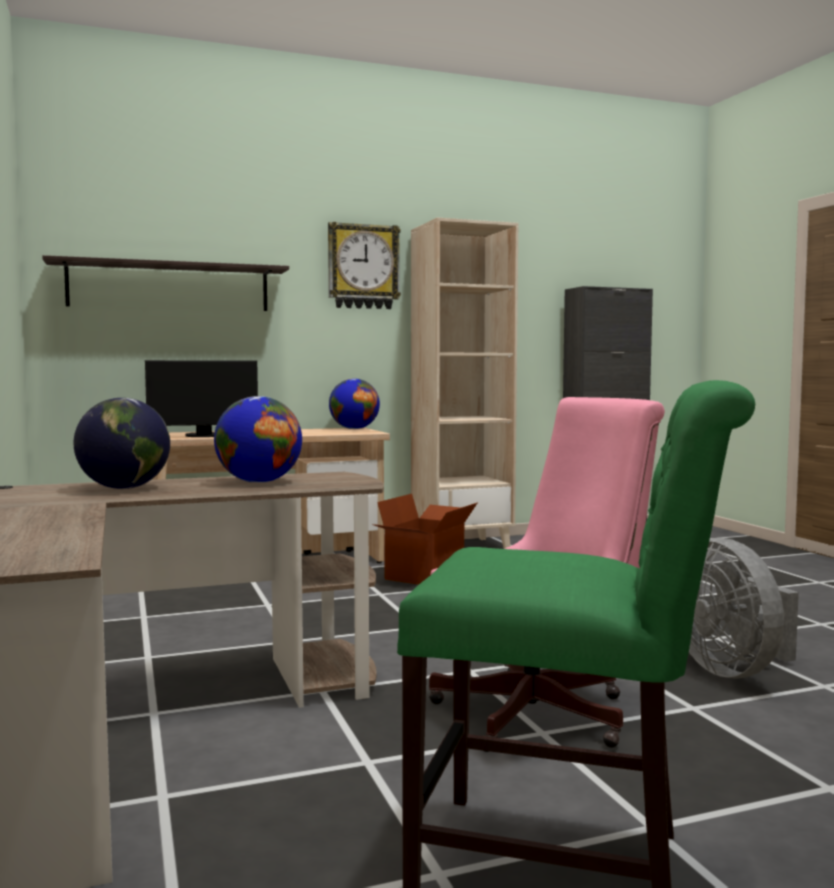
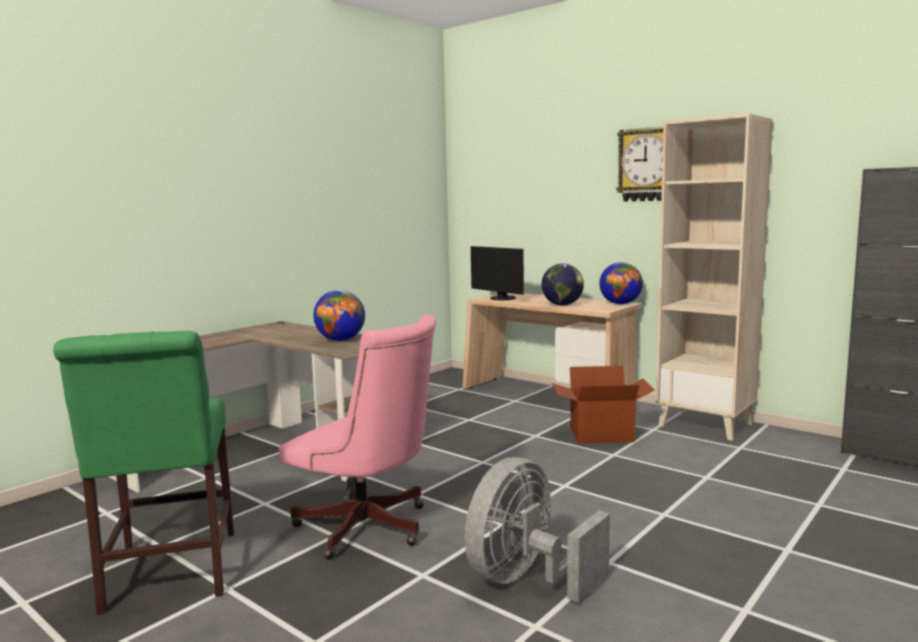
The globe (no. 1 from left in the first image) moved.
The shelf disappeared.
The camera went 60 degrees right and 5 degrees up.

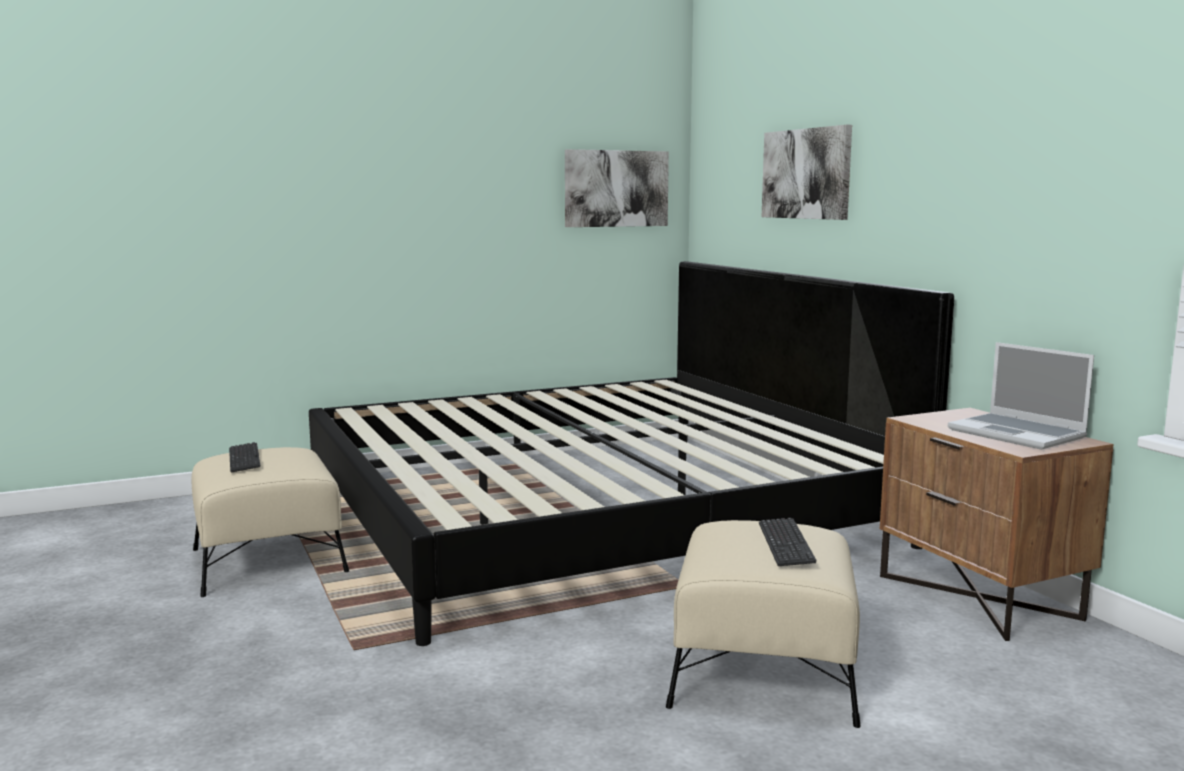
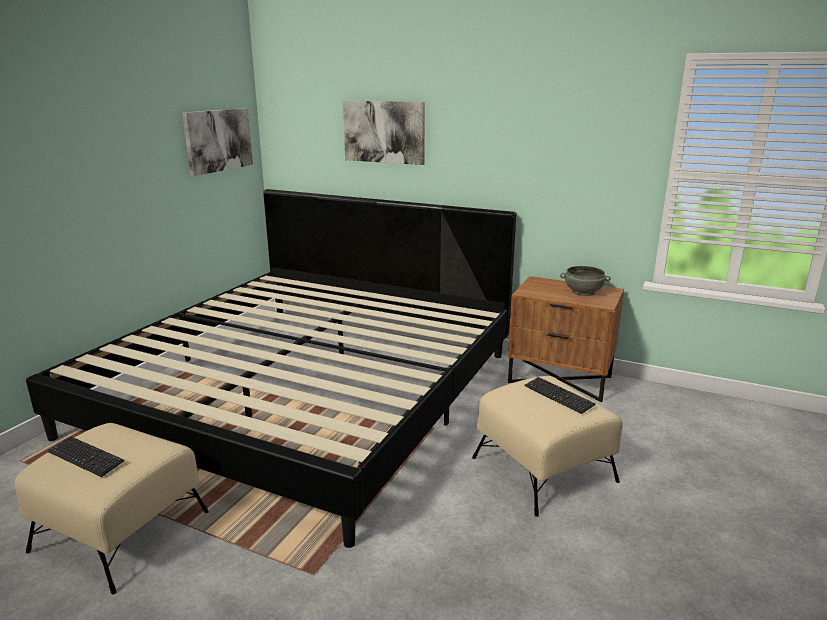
The laptop was replaced by the grey bowl.
The camera went 40 degrees left and 10 degrees up.

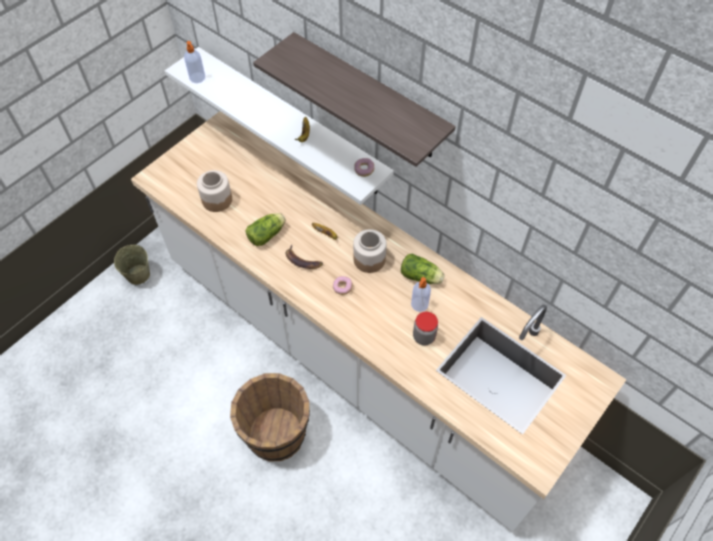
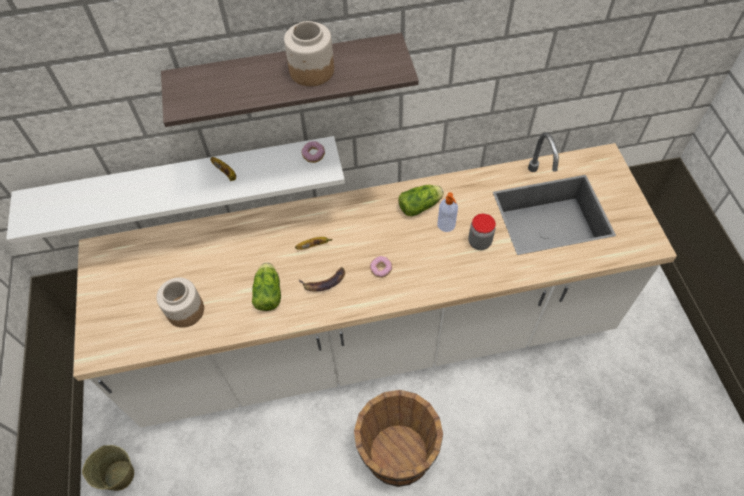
The jar (no. 2 from left) moved.
The soap dispenser (no. 1 from left) disappeared.
The camera went 50 degrees left and 0 degrees up.

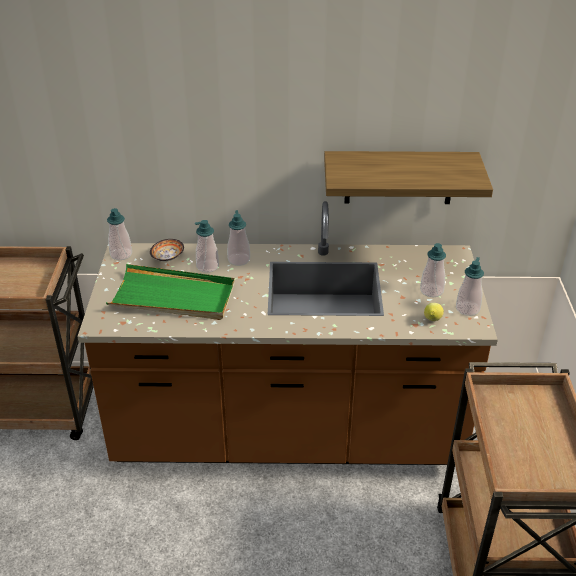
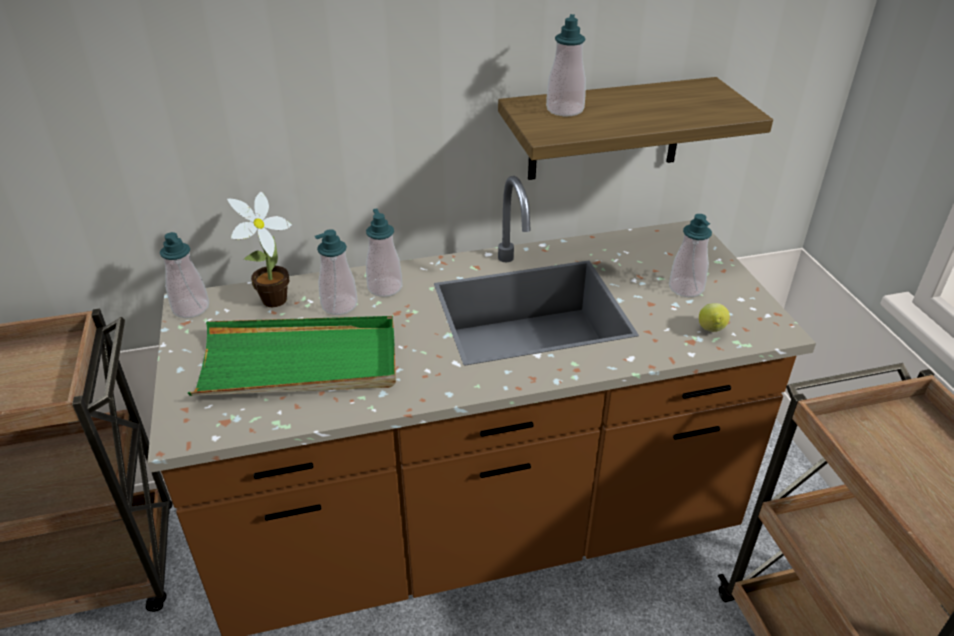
The bowl was replaced by the potted plant.
The soap dispenser (no. 5 from left in the first image) moved.
The camera went 15 degrees left and 0 degrees up.

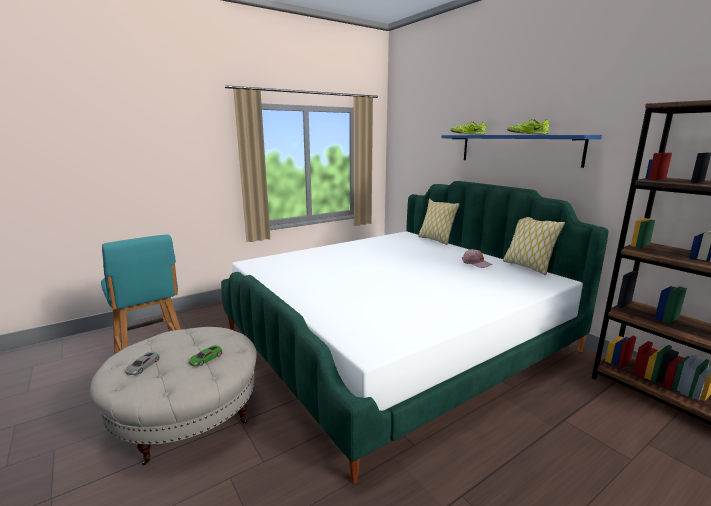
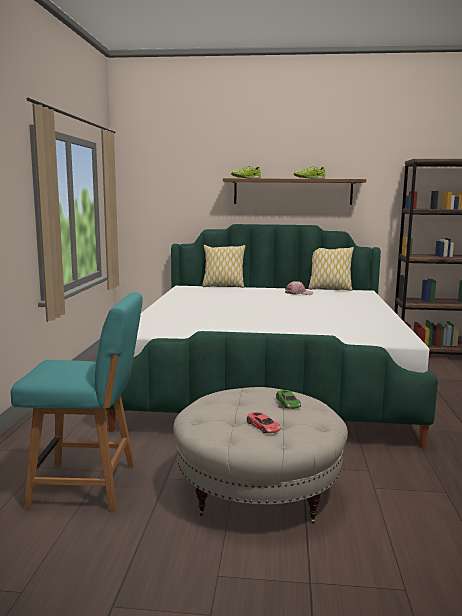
The blue shelf became the brown shelf.
The grey toy car became the red toy car.
The camera went 50 degrees left and 5 degrees down.

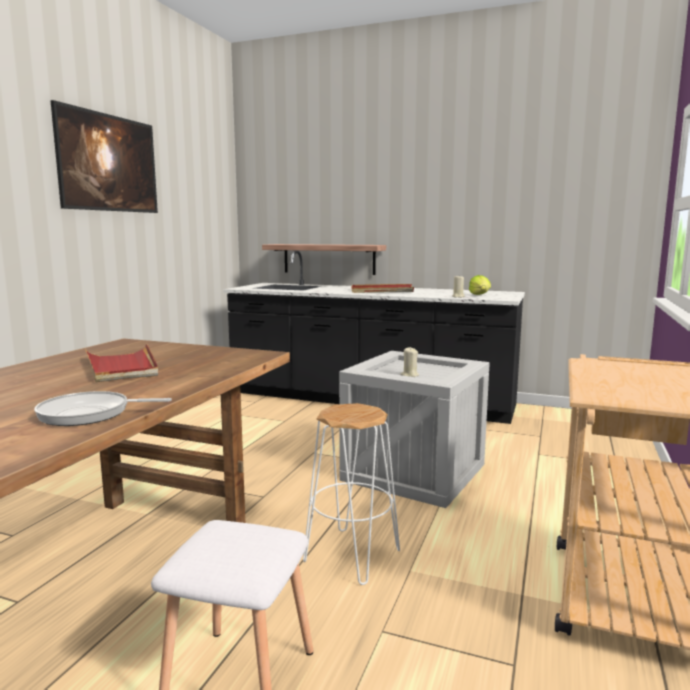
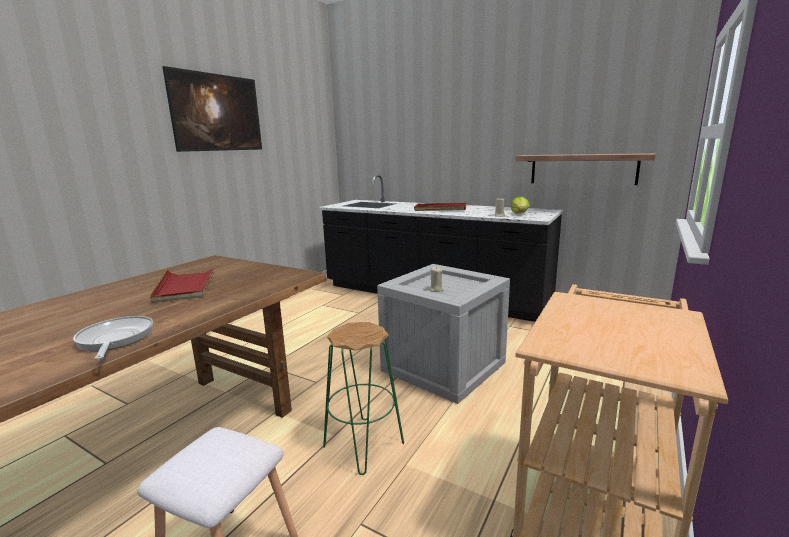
The frying pan turned 60 degrees clockwise.
The white stool (no. 2 from left) became the green stool.
The shelf moved.
The camera went 10 degrees right and 5 degrees up.

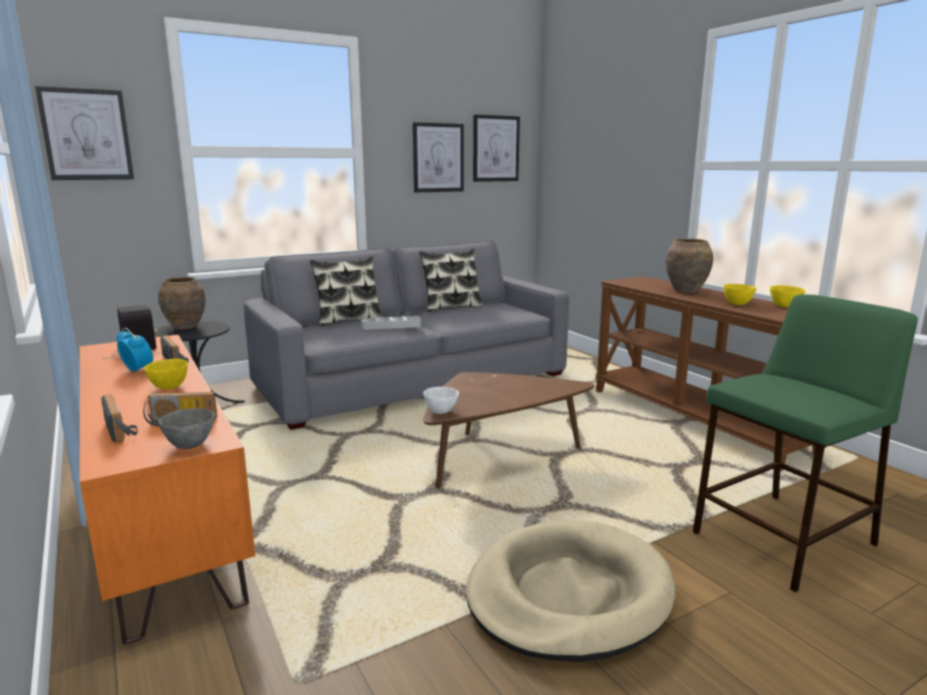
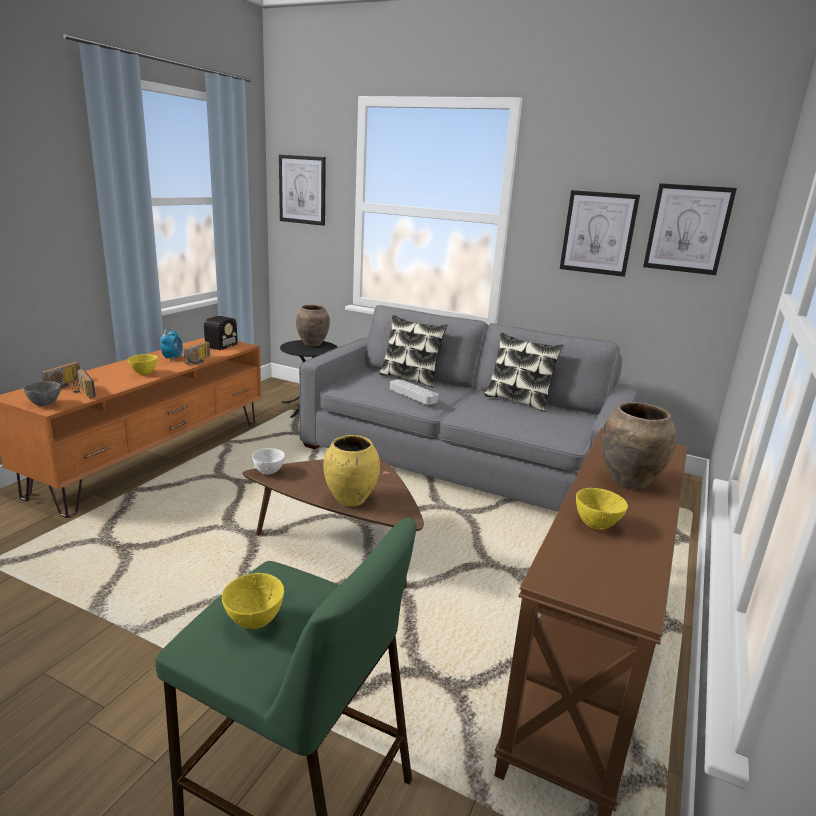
The yellow bowl (no. 3 from left in the first image) moved.
The yellow vase appeared.
The beige dog bed disappeared.
The camera went 55 degrees right and 5 degrees up.

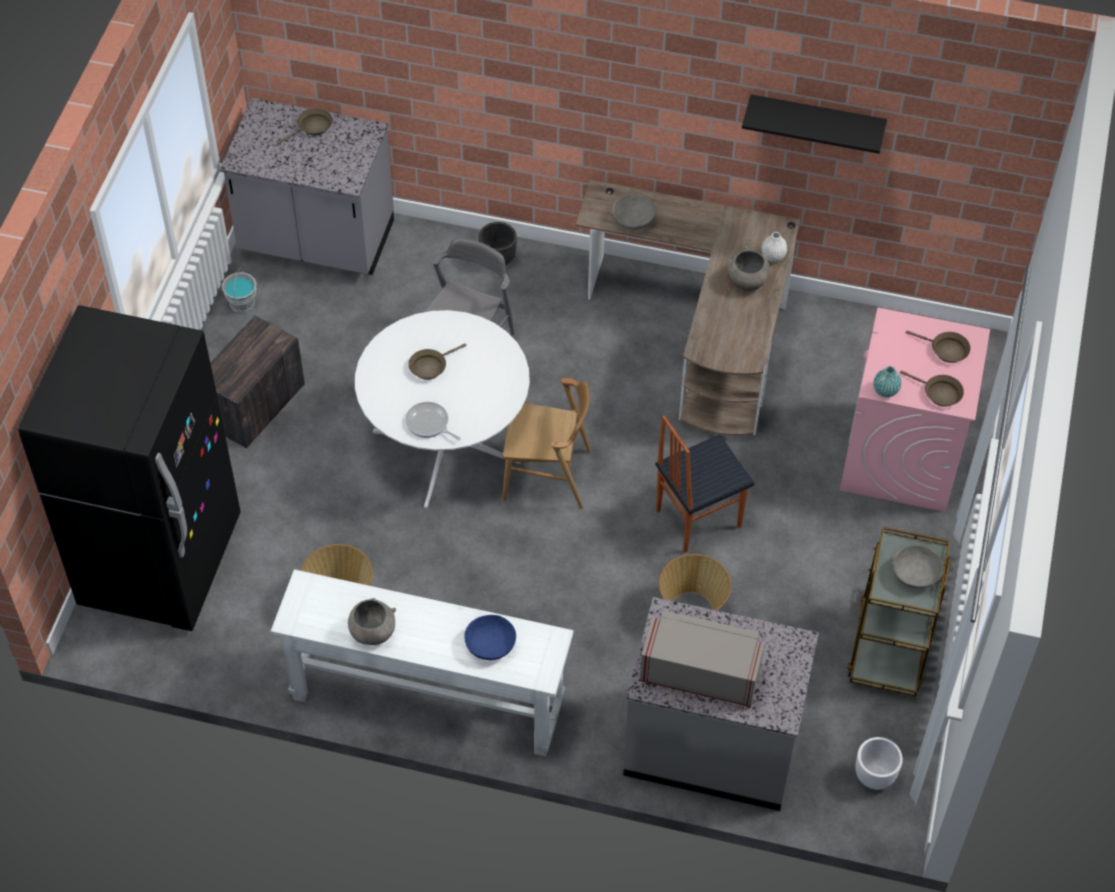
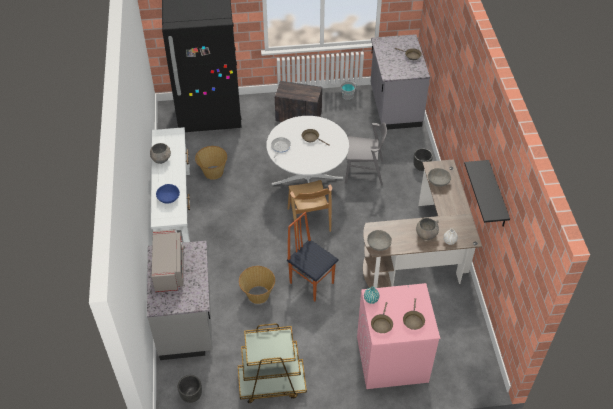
The white planter became the black planter (no. 1 from left).
The grey bowl (no. 4 from left in the first image) moved.
The camera went 70 degrees right and 5 degrees down.

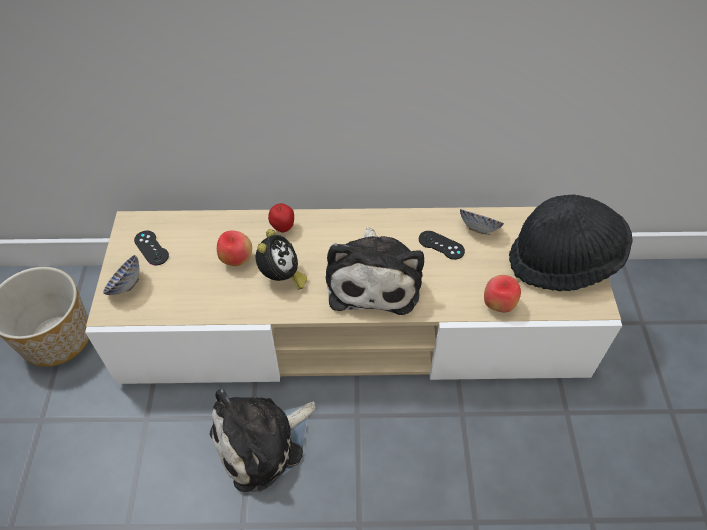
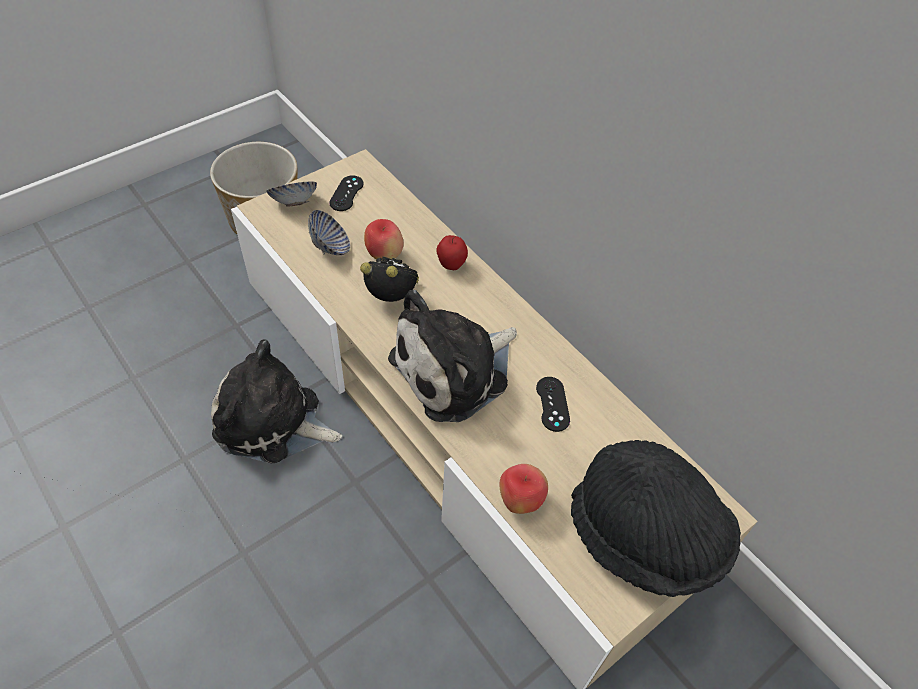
The bowl (no. 2 from left) moved.
The alarm clock turned 135 degrees counterclockwise.
The camera went 50 degrees right and 0 degrees up.

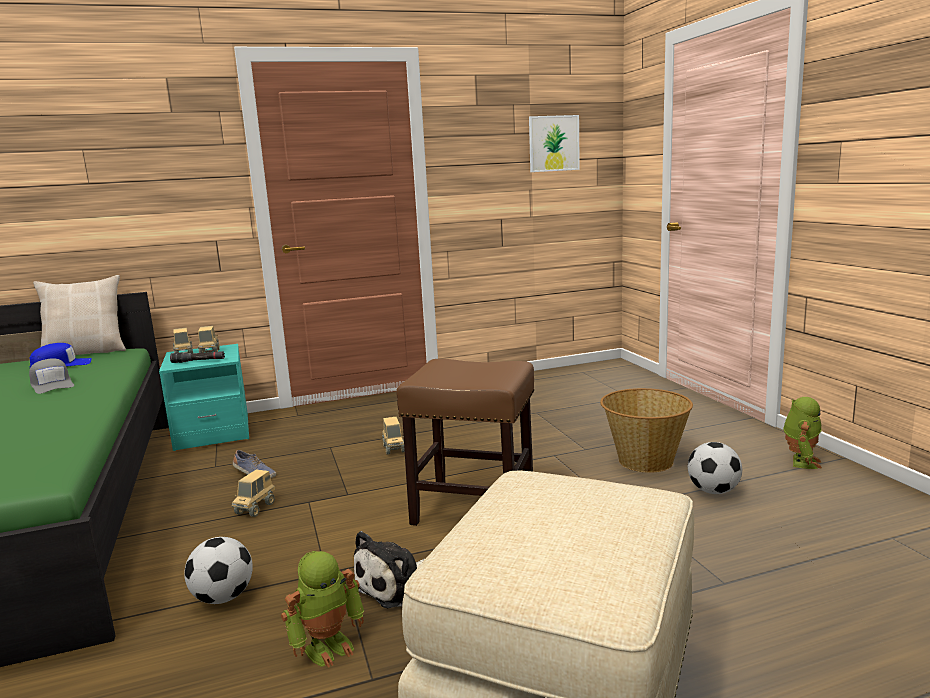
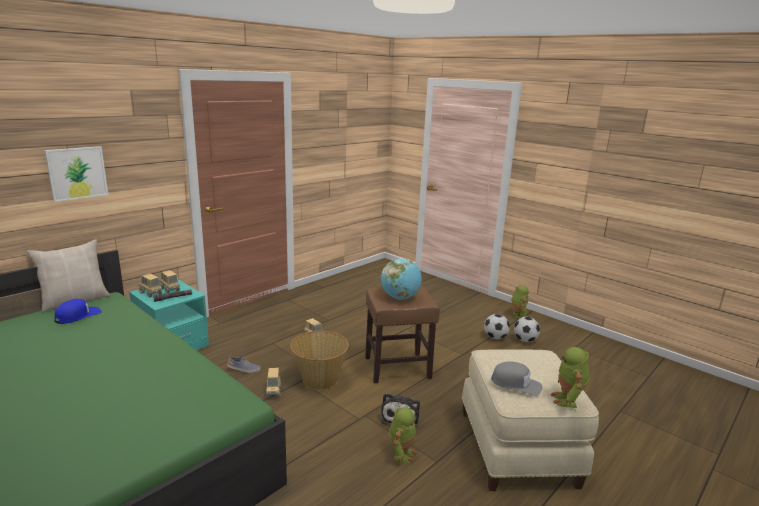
The picture moved.
The basket moved.
The globe appeared.
The grey cap moved.
The football (no. 1 from left in the first image) moved.
The toy robot (no. 3 from left) appeared.
The camera went 30 degrees left and 5 degrees up.

